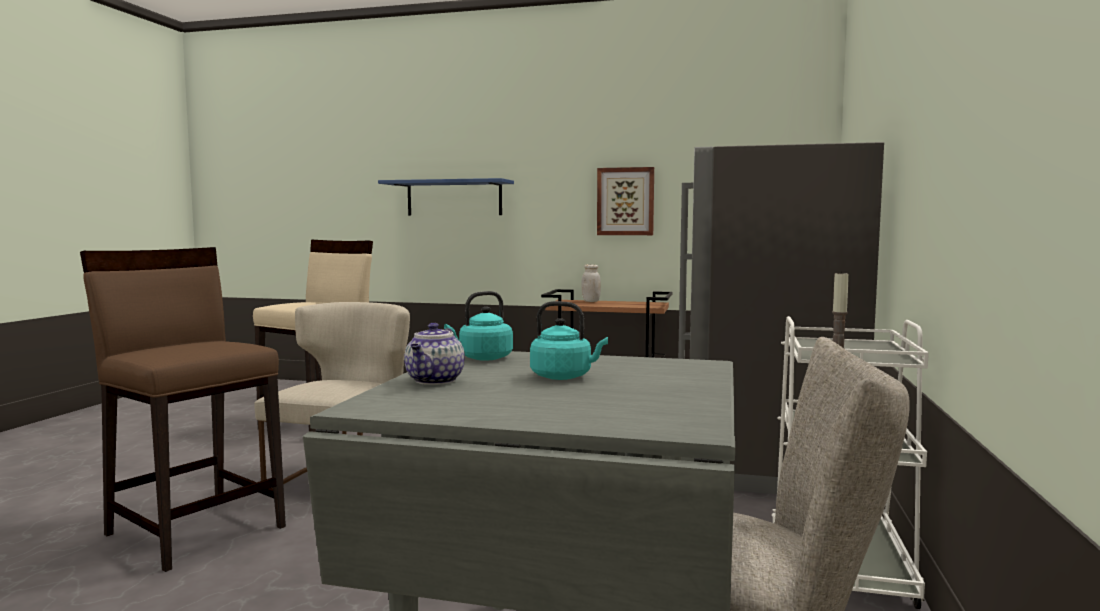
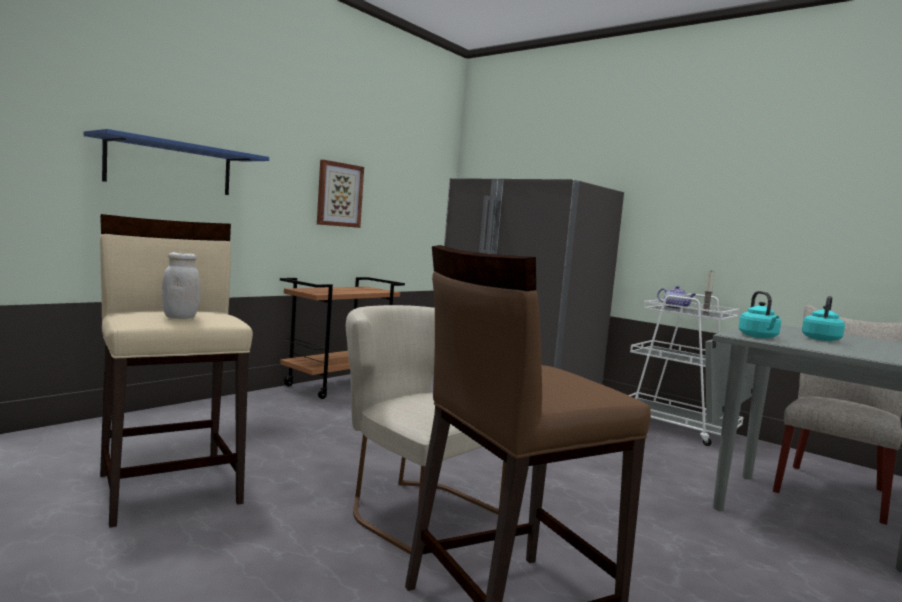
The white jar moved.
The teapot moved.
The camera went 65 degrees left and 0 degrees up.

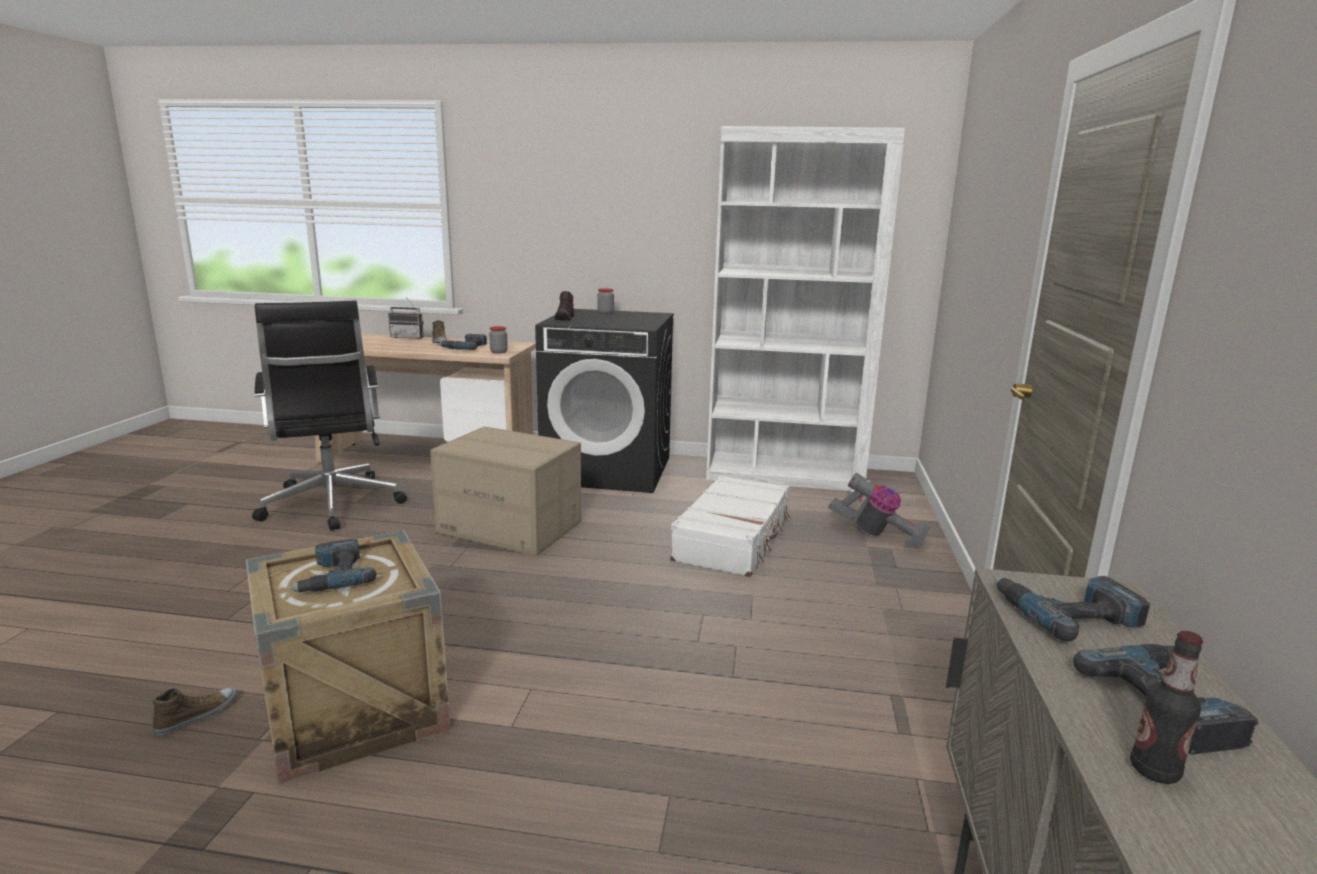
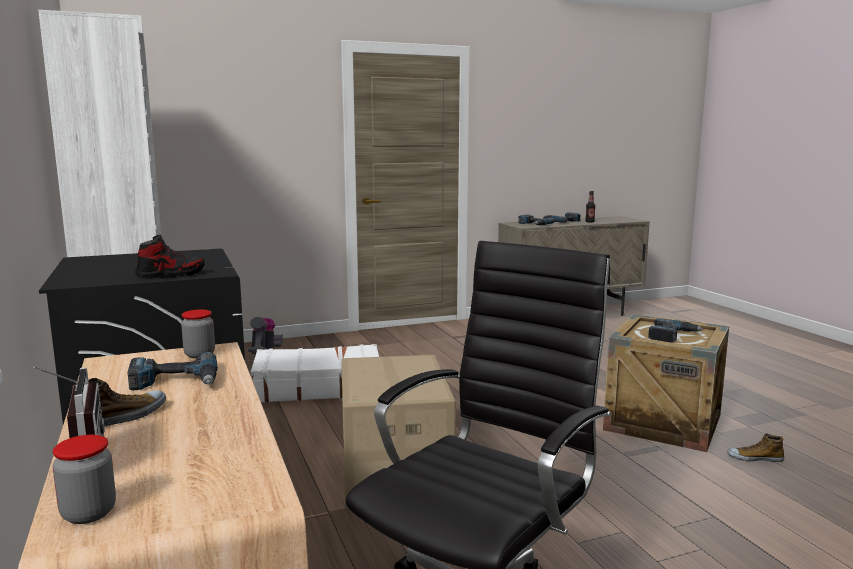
The jar (no. 2 from left in the first image) moved.
The camera went 120 degrees left and 5 degrees down.

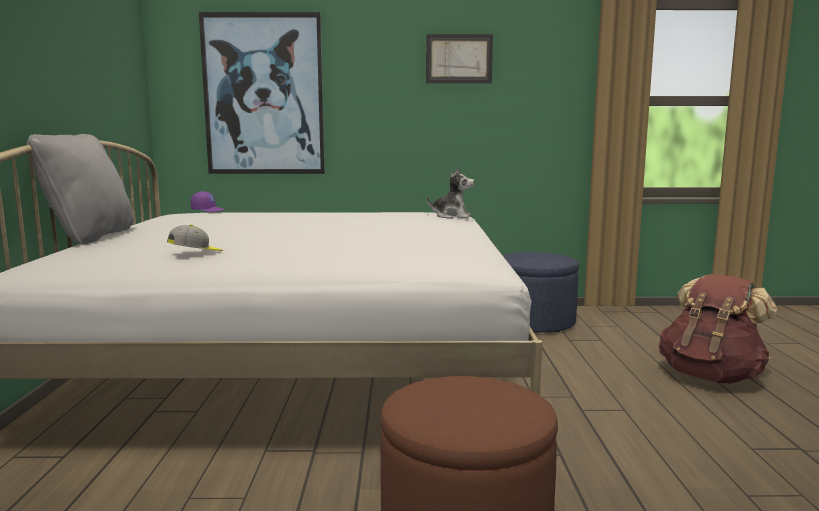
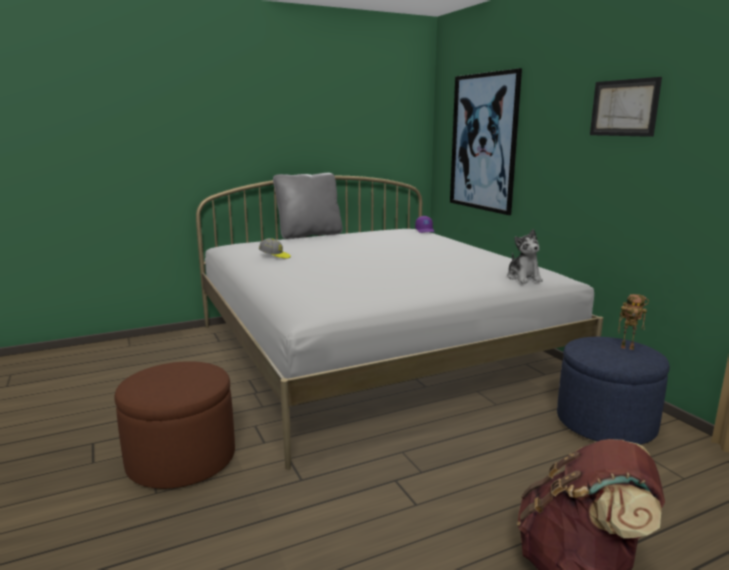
The toy robot appeared.
The camera went 65 degrees right and 5 degrees up.

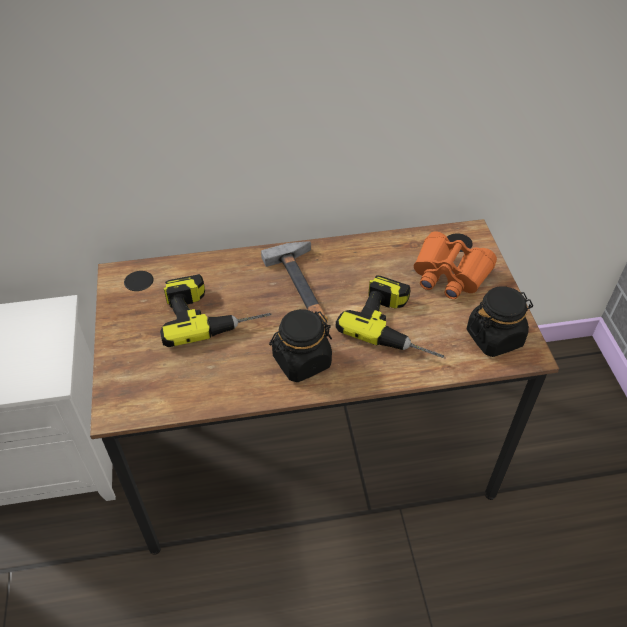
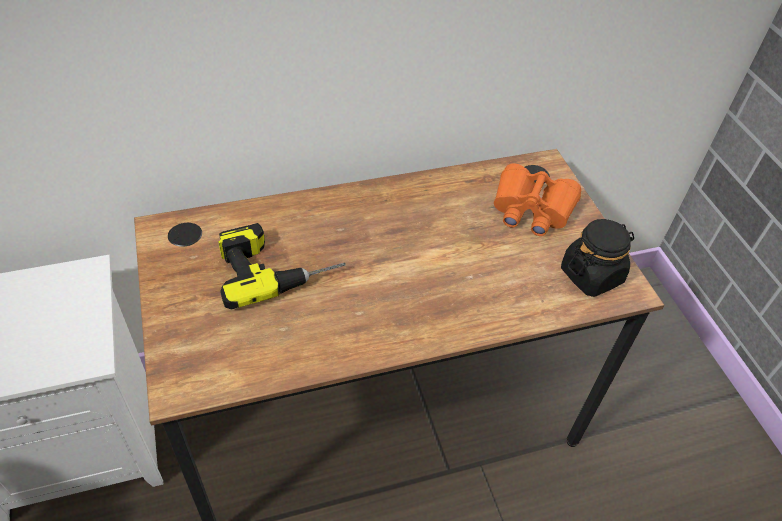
The hammer disappeared.
The black jar (no. 1 from left) disappeared.
The power drill (no. 2 from left) disappeared.
The camera went 10 degrees left and 0 degrees up.

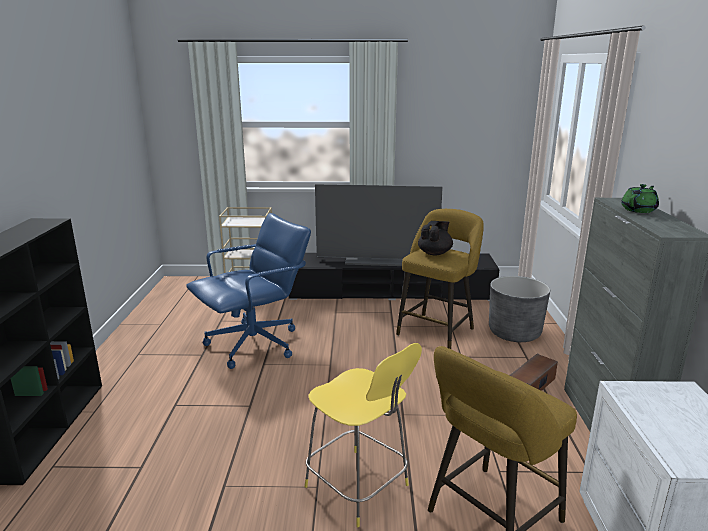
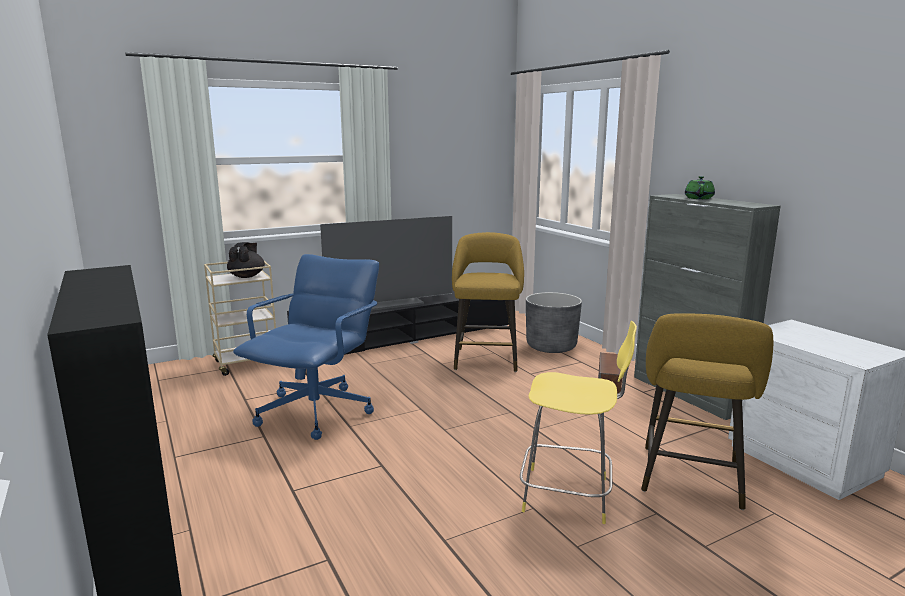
The black teapot moved.
The camera went 30 degrees left and 5 degrees down.

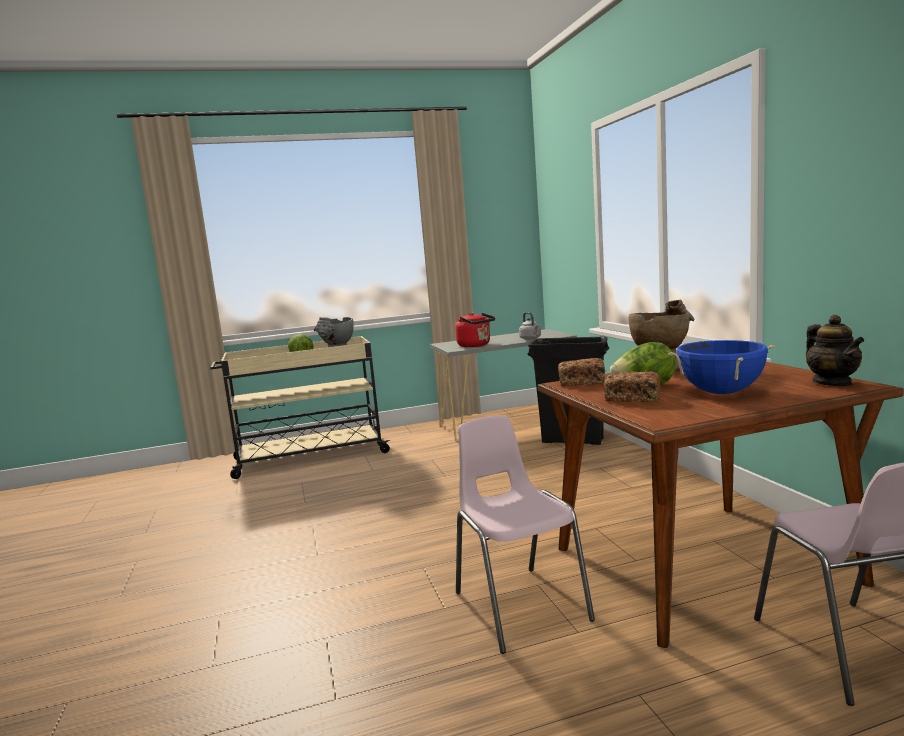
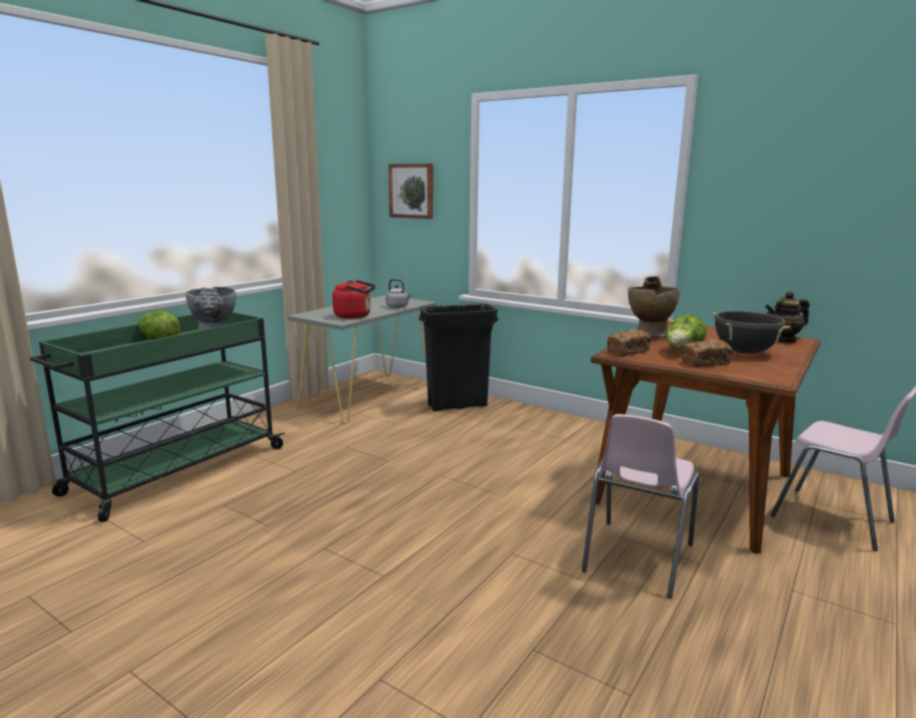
The beige cart became the green cart.
The picture appeared.
The pink chair (no. 1 from left) turned 90 degrees counterclockwise.
The blue cooking pot became the black cooking pot.
The teapot turned 120 degrees clockwise.
The camera went 40 degrees left and 5 degrees up.

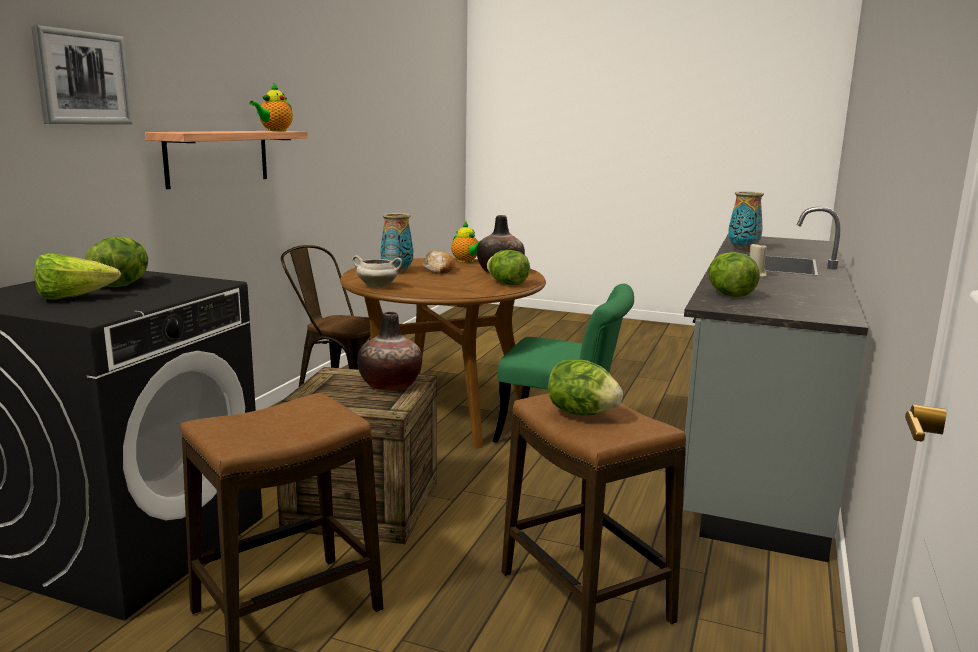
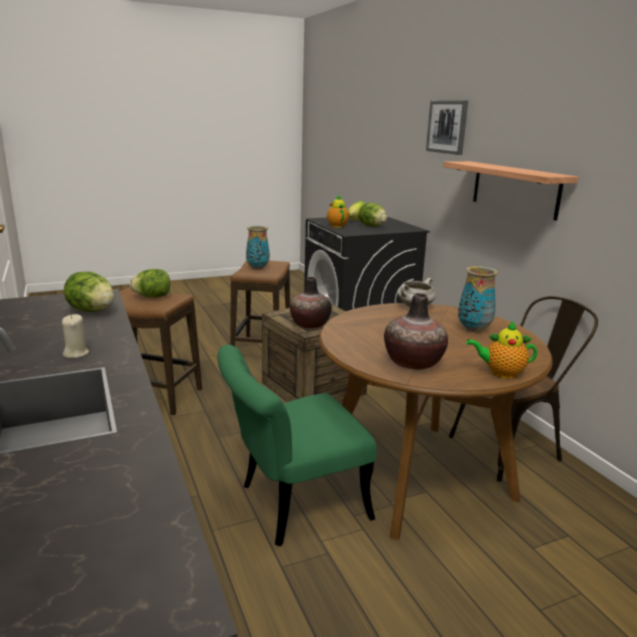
The vase (no. 4 from left in the first image) moved.
The teapot (no. 1 from left) moved.
The bread disappeared.
The lettuce (no. 3 from left) disappeared.
The camera went 135 degrees right and 5 degrees up.

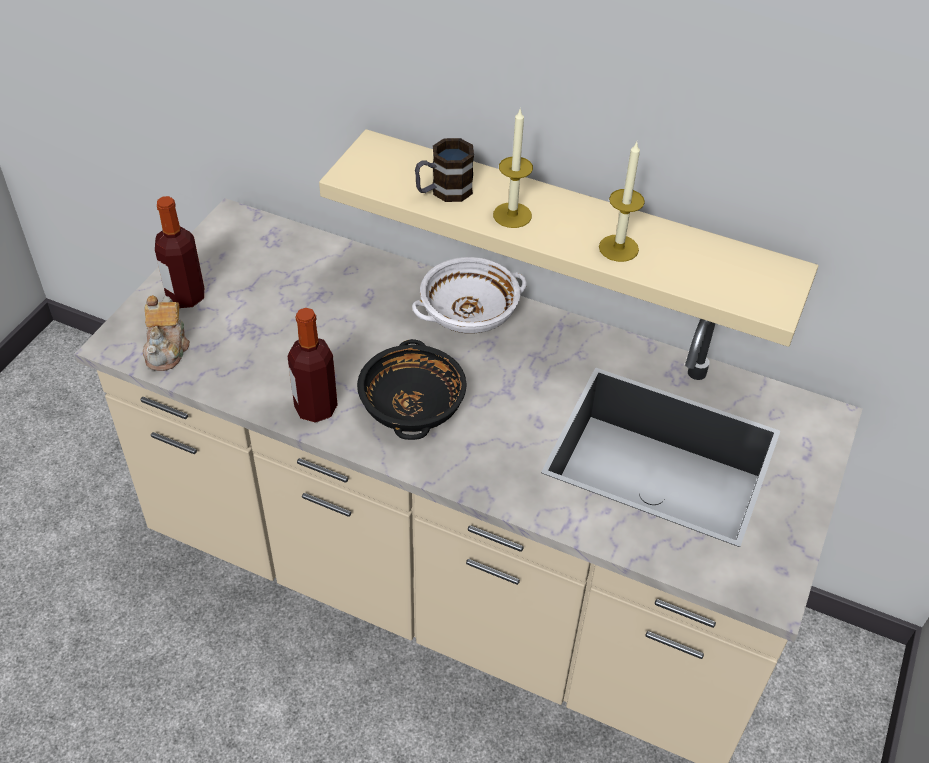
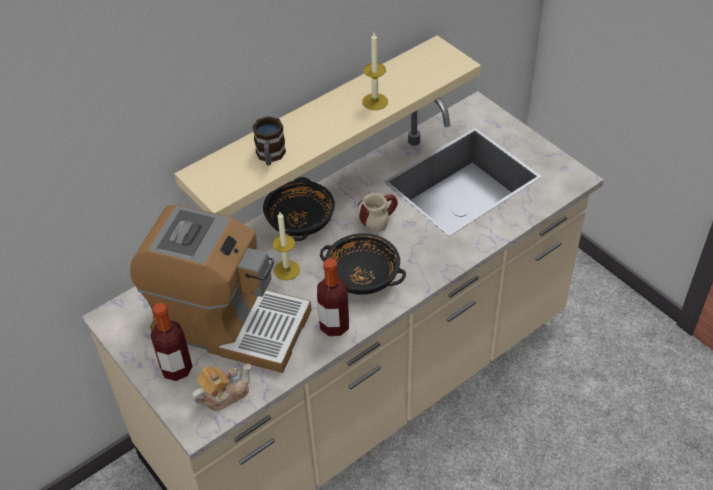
The coffee machine appeared.
The teapot turned 60 degrees counterclockwise.
The white bowl became the black bowl (no. 1 from left).
The candle (no. 1 from left) moved.
The mug (no. 2 from left) appeared.
The camera went 60 degrees left and 0 degrees up.

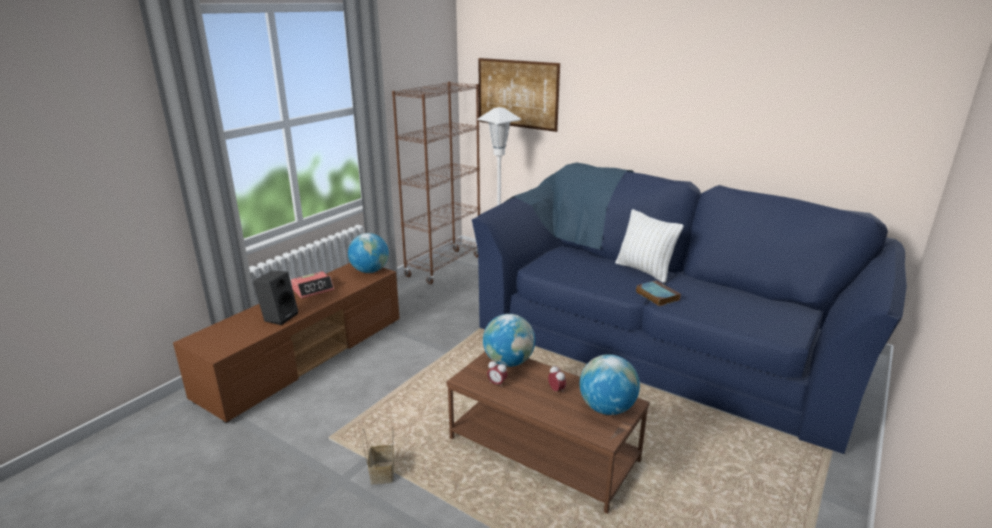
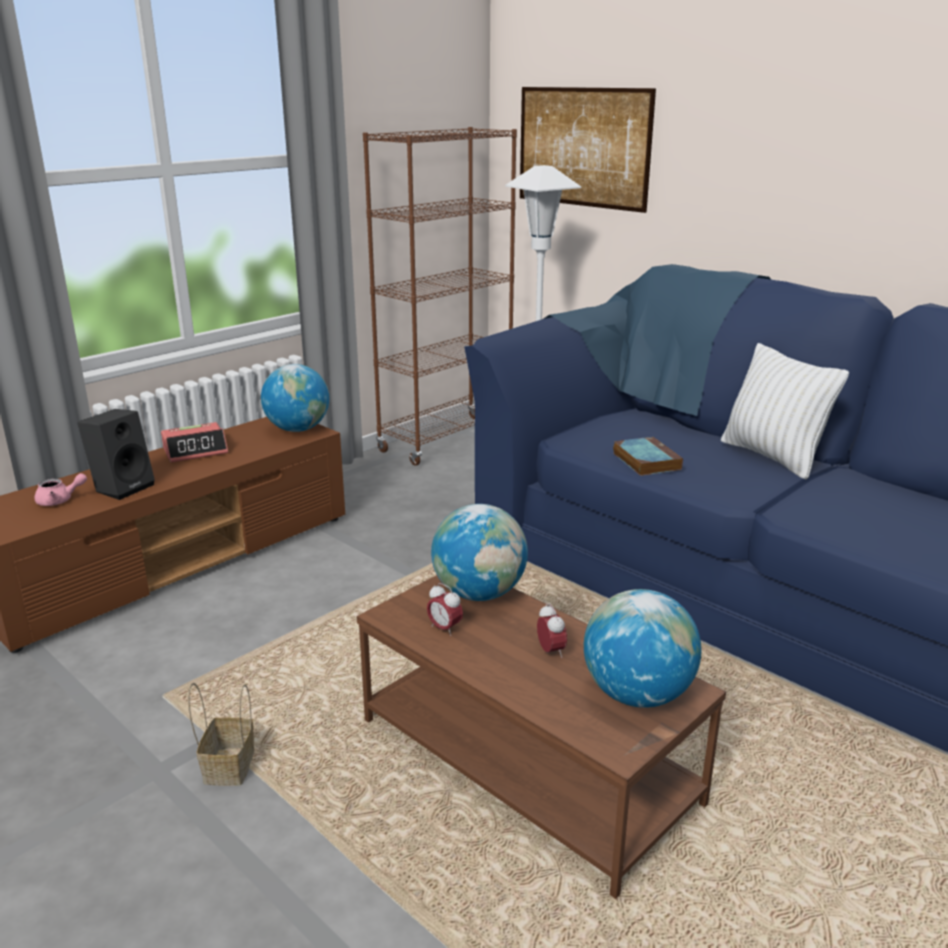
The pink teapot appeared.
The book moved.
The camera went 10 degrees right and 0 degrees up.

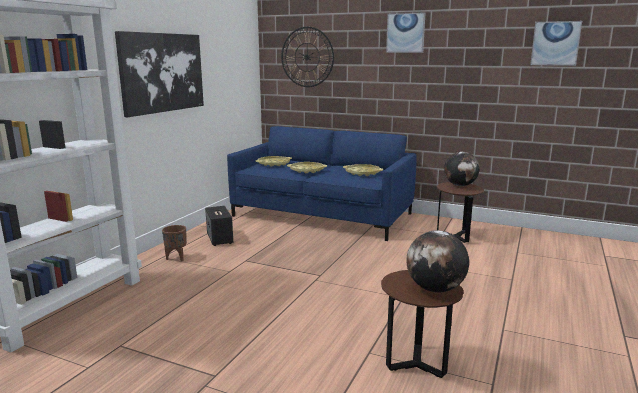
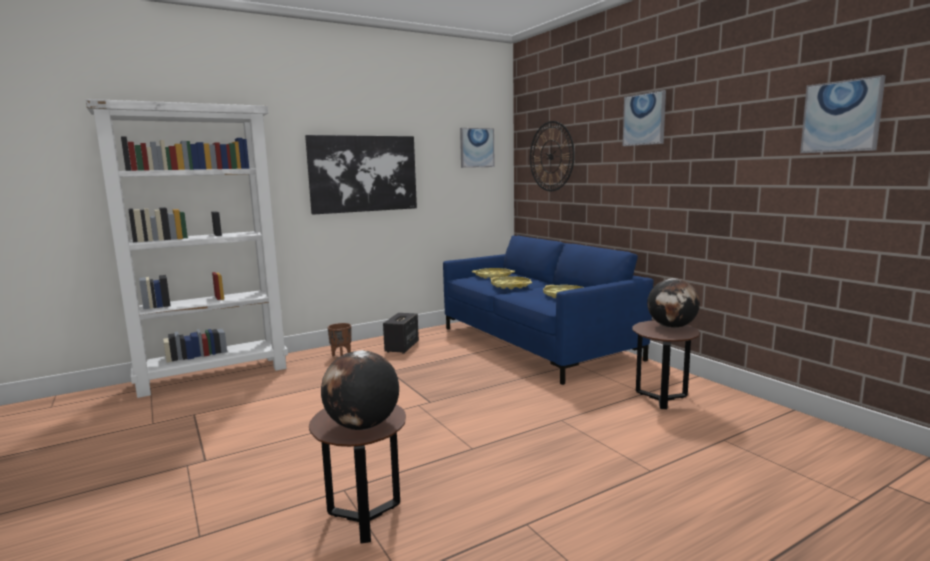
The picture (no. 2 from left) appeared.
The camera went 35 degrees right and 5 degrees down.

